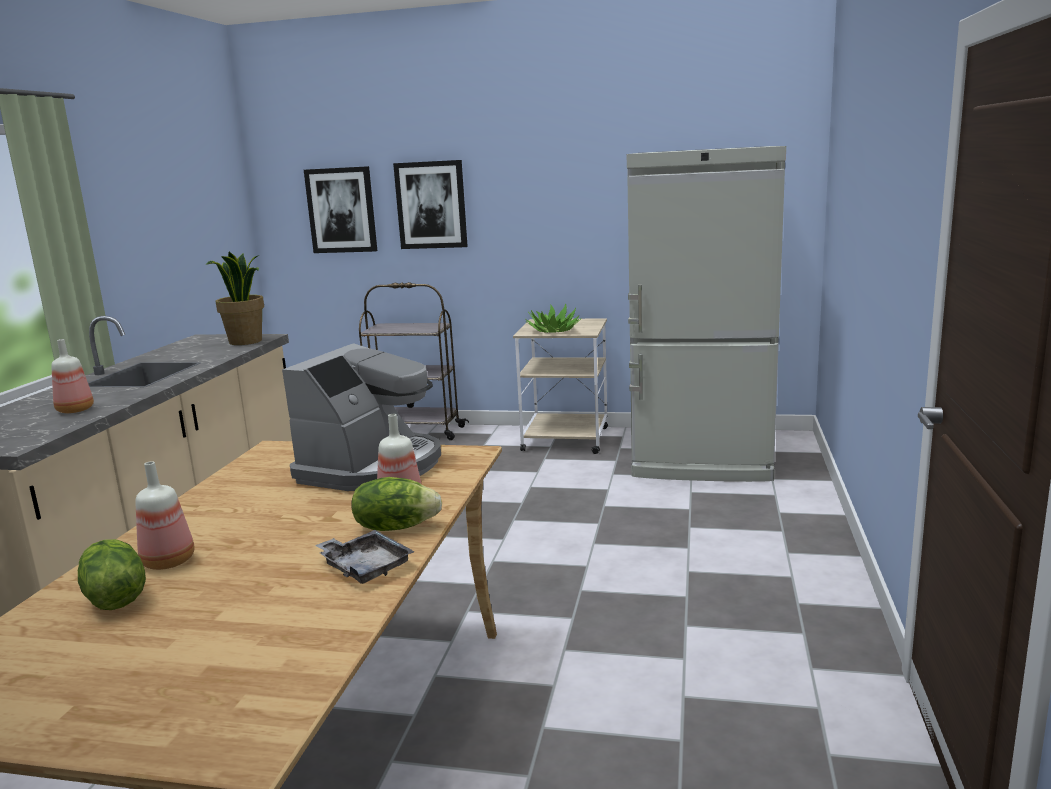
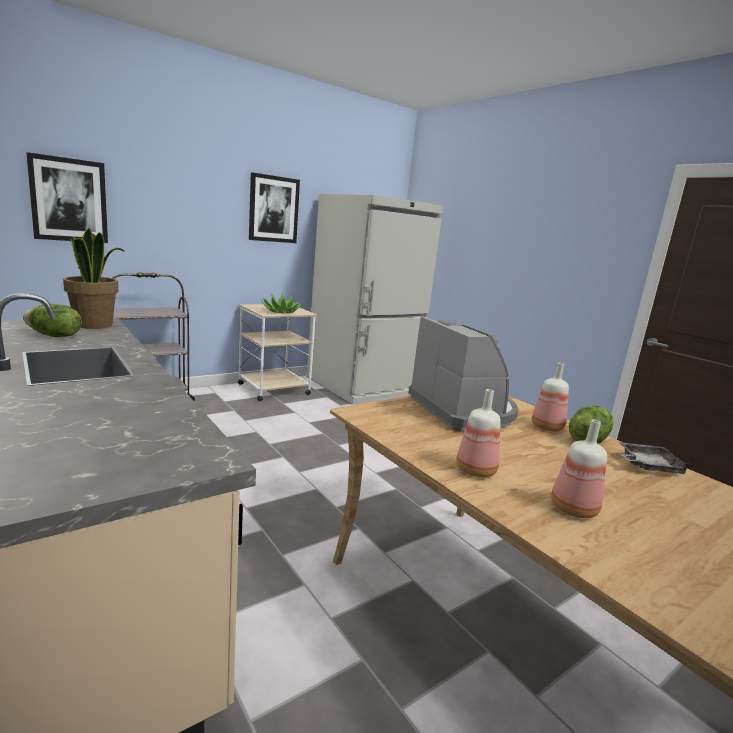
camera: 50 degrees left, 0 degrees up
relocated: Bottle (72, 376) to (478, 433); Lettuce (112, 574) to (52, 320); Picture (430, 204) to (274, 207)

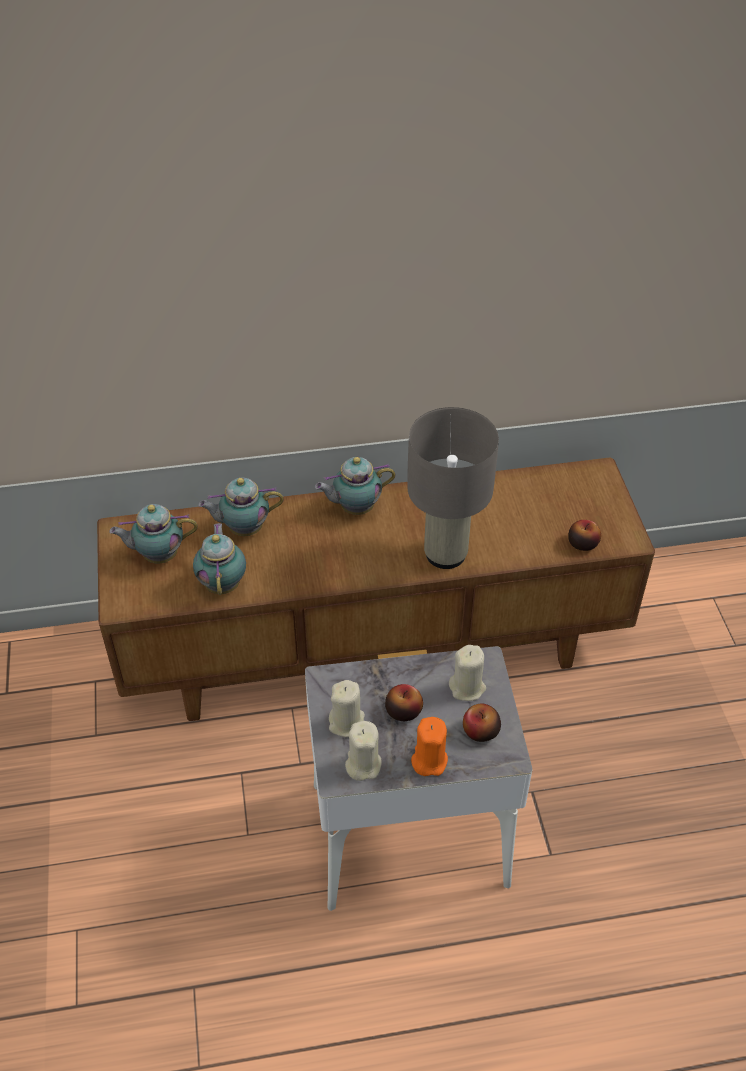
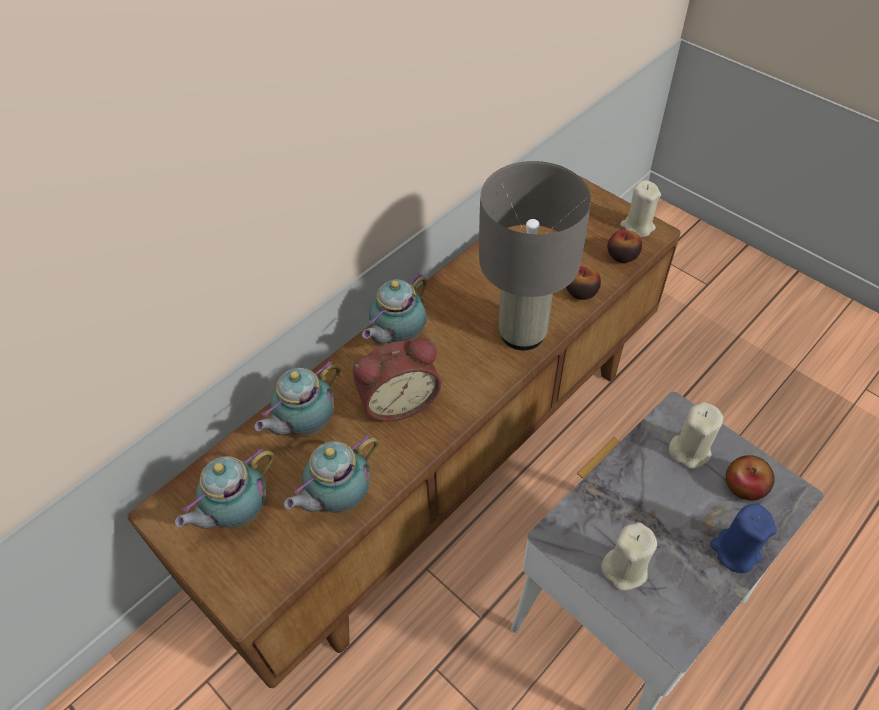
camera: 35 degrees left, 5 degrees up
appeared: AlarmClock (397, 380)
relocated: BeigeCandle (363, 751) to (640, 208); Apple (404, 702) to (583, 282)
colour: OrangeCandle (429, 746) to BlueCandle (743, 538)
spun: Teapot (219, 559) = (331, 473) 90 degrees counterclockwise

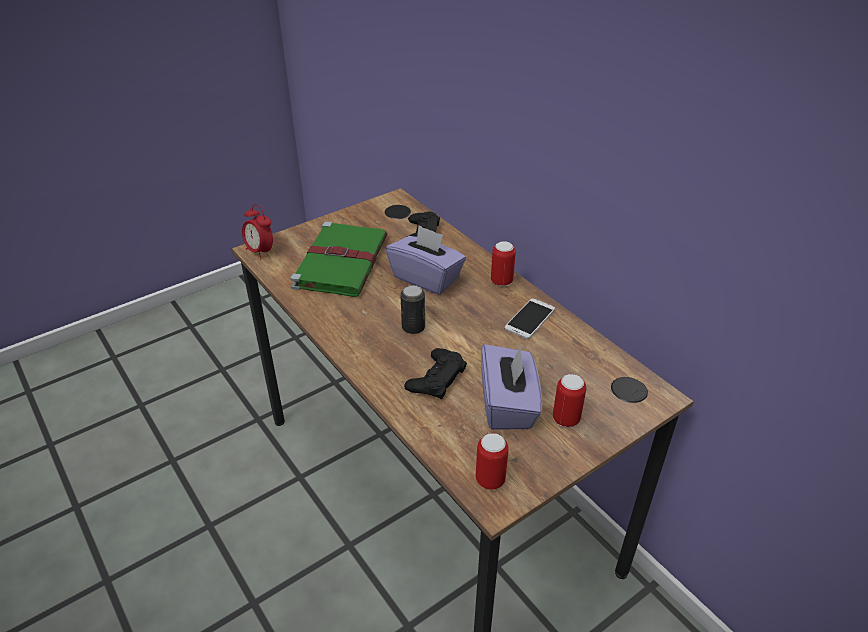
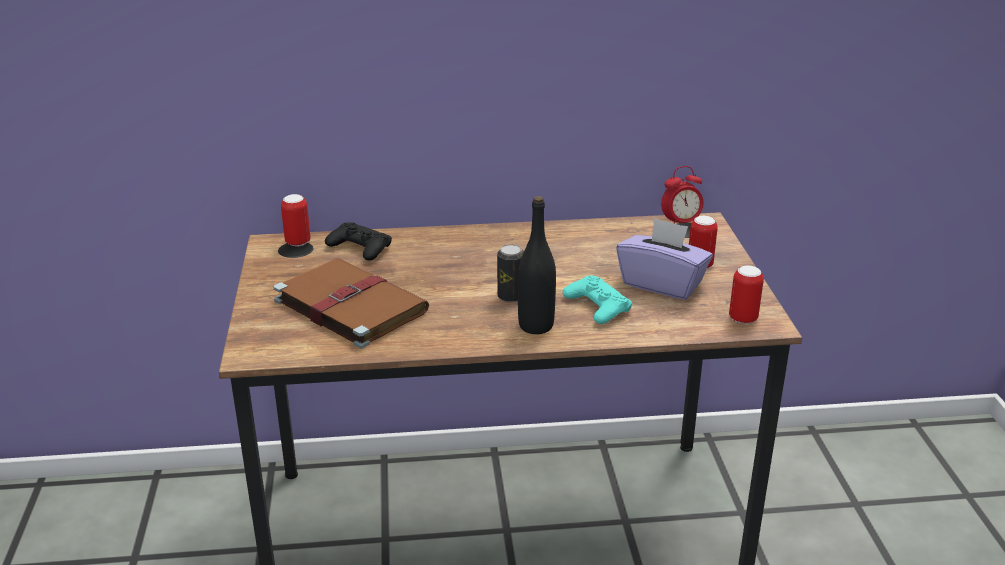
camera: 60 degrees left, 10 degrees down
missing: PurpleTissueBox (426, 260); Phone (529, 318)
appeared: BlackBottle (537, 265)
relocated: AlarmClock (257, 232) to (682, 195); Can (503, 263) to (296, 220)
colour: GreenBook (338, 259) to BrownBook (351, 303); BlackGameController (435, 373) to TurquoiseGameController (597, 299)

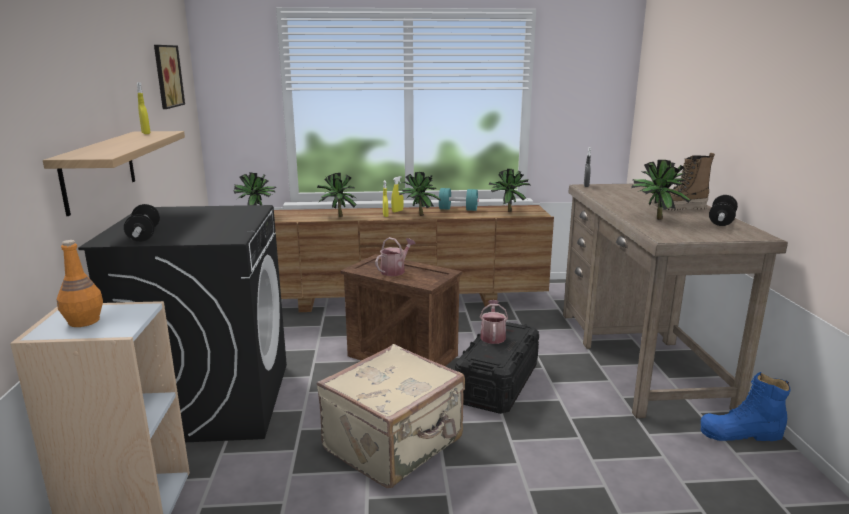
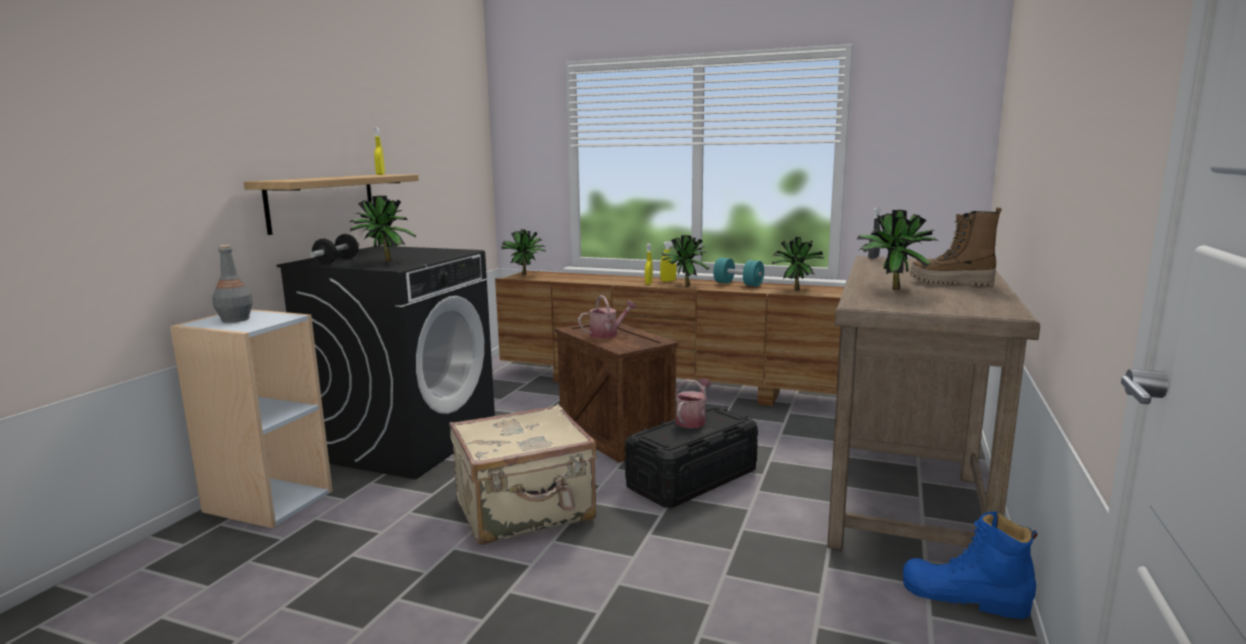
camera: 25 degrees right, 5 degrees down
missing: Picture (169, 77); Dumbbell (723, 210)
relocated: PottedPlant (337, 195) to (383, 229)
colour: OrangeBottle (80, 283) to GreyBottle (232, 284)

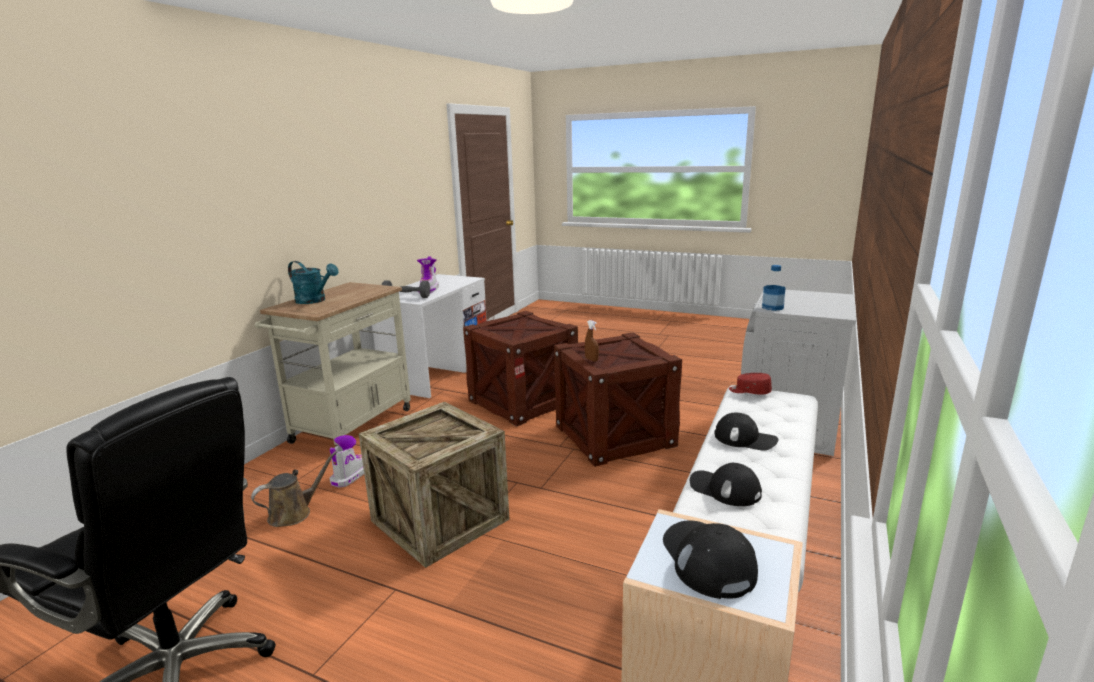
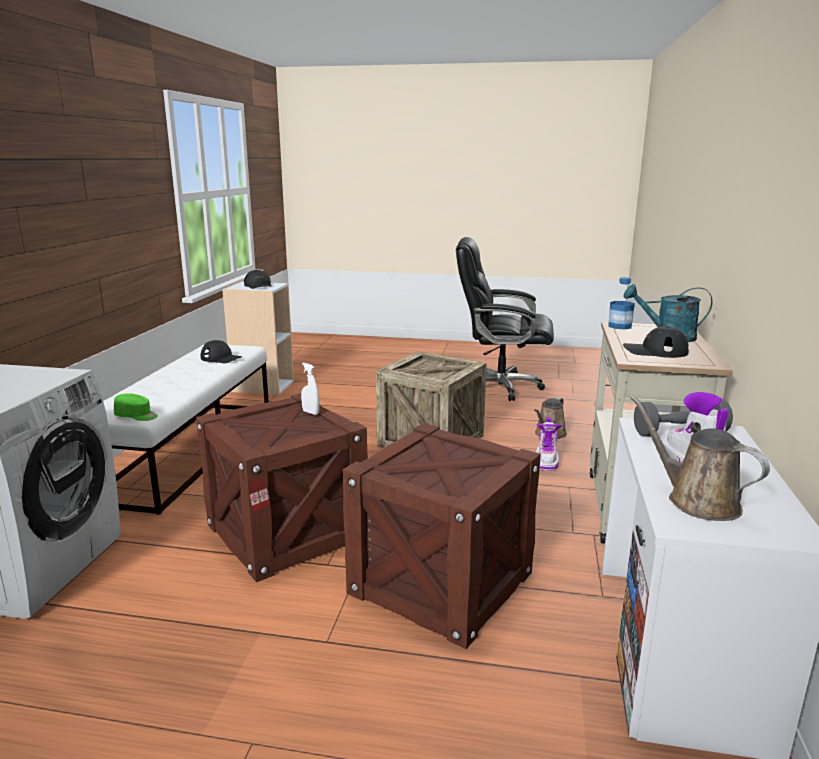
camera: 165 degrees right, 0 degrees up
appeared: BrownWateringCan (700, 458)
relocated: BlackCap (746, 432) to (656, 342); Bottle (773, 288) to (621, 303)
colour: BrownSprayBottle (592, 341) to WhiteSprayBottle (310, 389); RedCap (750, 384) to GreenCap (136, 407)

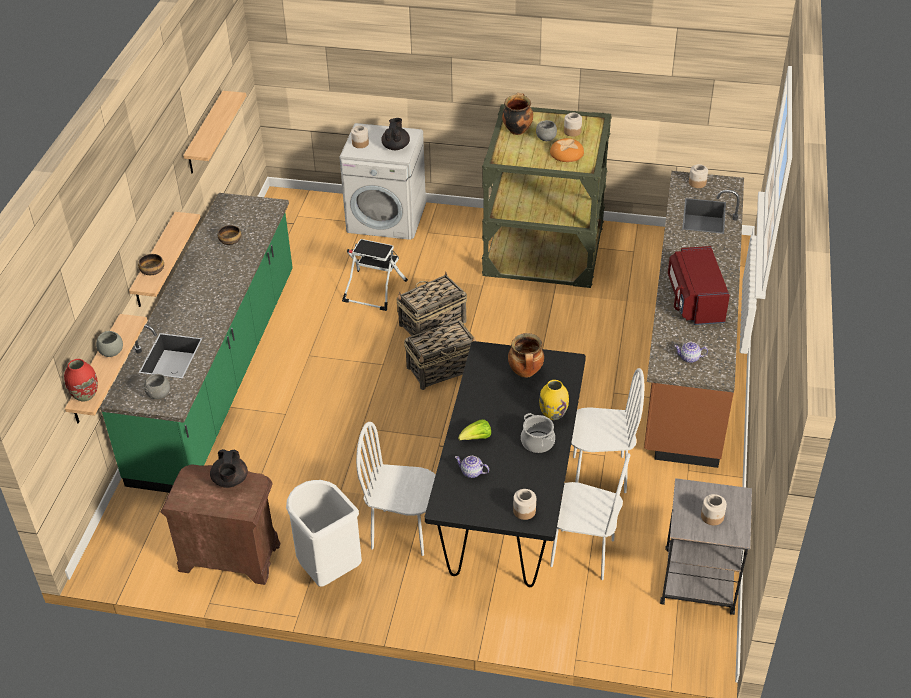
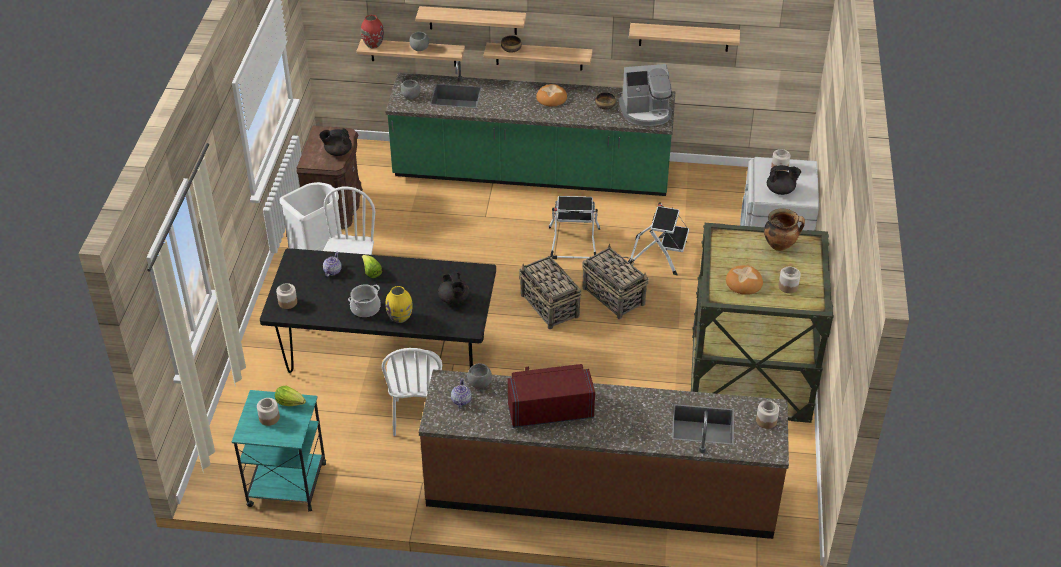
camera: 85 degrees right, 0 degrees up
missing: WhiteChair (590, 516)
appeared: Lettuce (290, 395); Shelf (470, 20); Bread (551, 95); StepLadder (574, 227); CoffeeMachine (645, 95)
relocated: GreyBowl (546, 130) to (479, 375)
exchanged: CookingPot (526, 355) to BlackTeapot (454, 288)
colour: GreyCart (706, 546) to TurquoiseCart (279, 451)

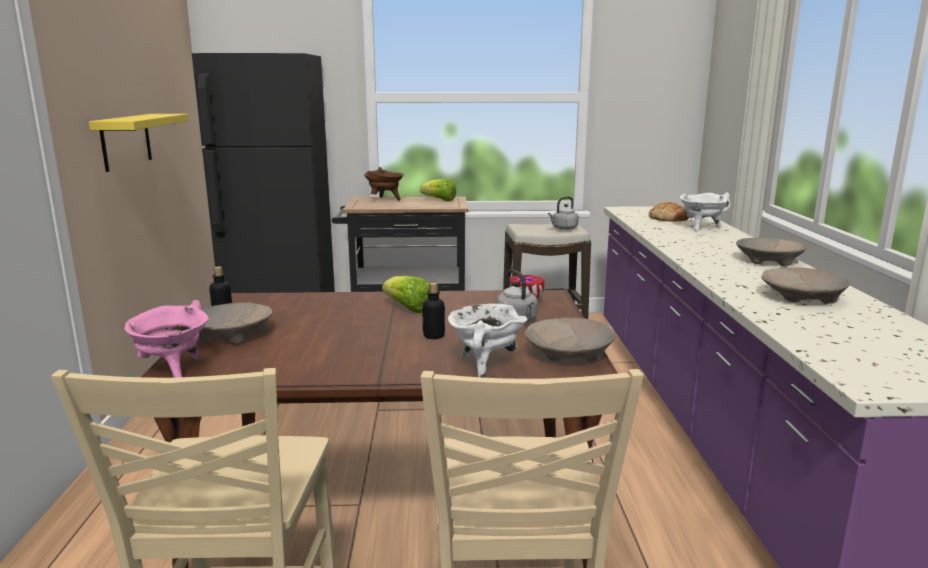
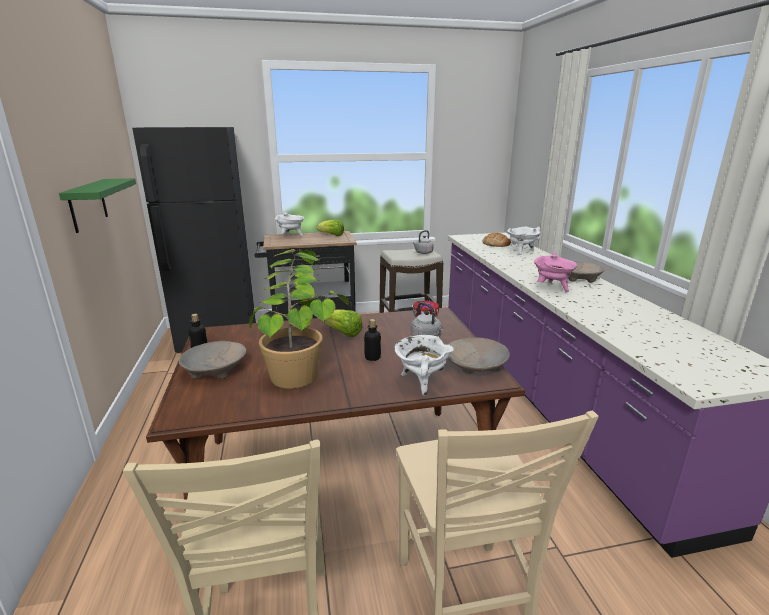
camera: 10 degrees left, 5 degrees up
missing: BeigeBowl (806, 285)
appeared: PottedPlant (299, 319)
relocated: PinkCookingPot (167, 339) to (555, 272)
colour: YellowShelf (139, 143) to GreenShelf (97, 205); BrownCookingPot (384, 183) to WhiteCookingPot (290, 224)

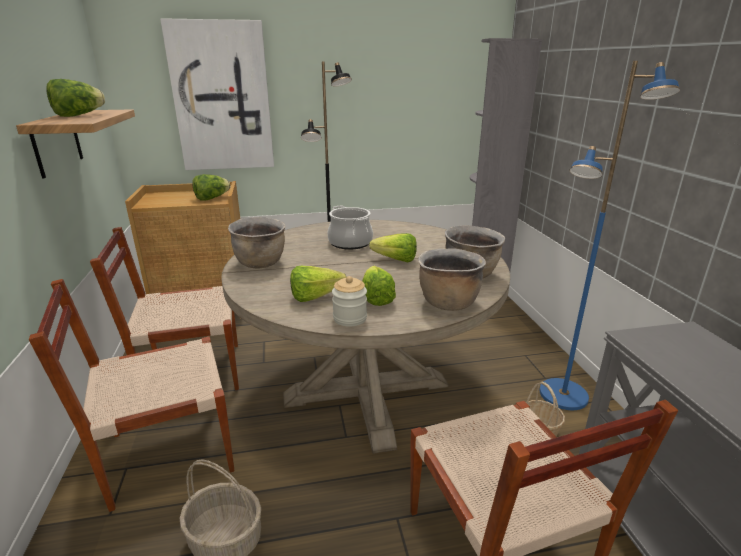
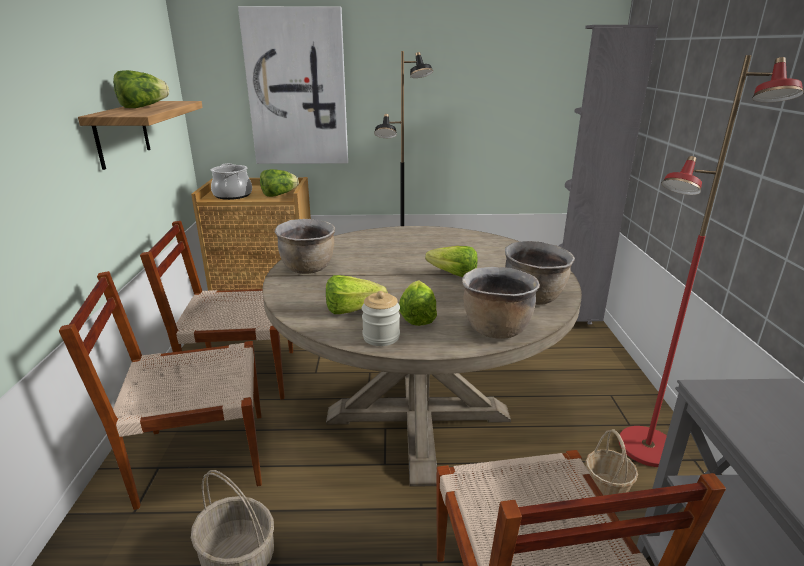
camera: 10 degrees right, 0 degrees up
relocated: CookingPot (350, 228) to (231, 181)
colour: BlueFloorLamp (610, 235) to RedFloorLamp (711, 261)

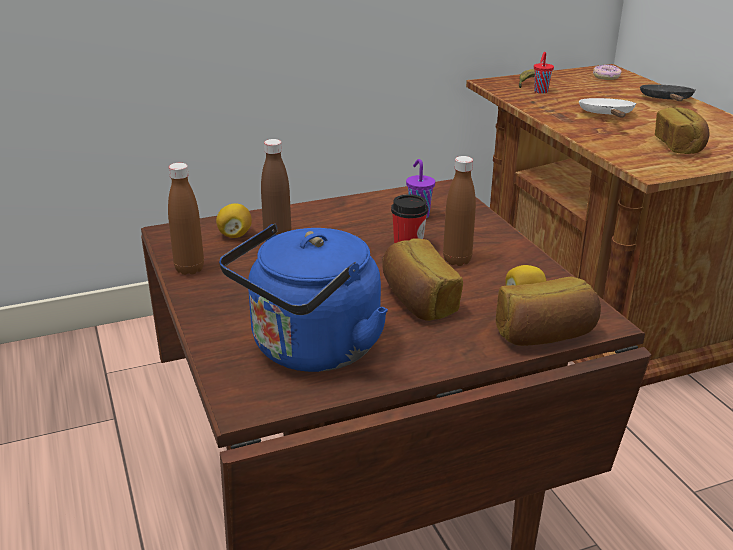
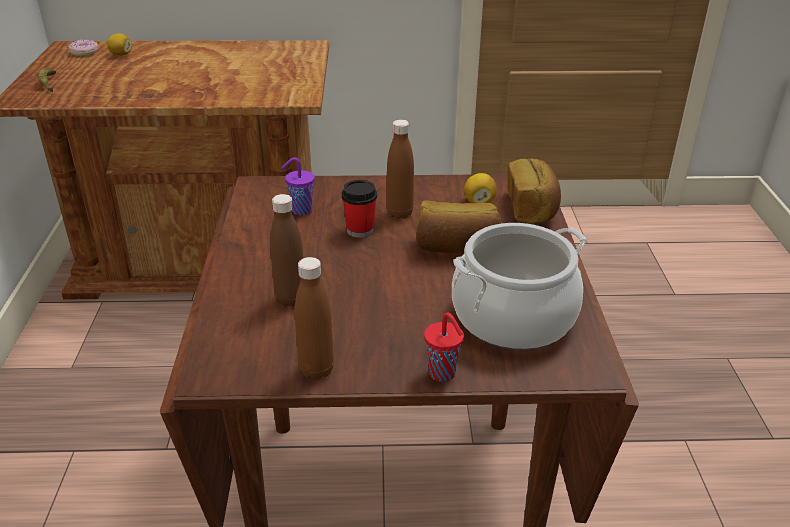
camera: 70 degrees left, 5 degrees up
missing: WhiteFryingPan (607, 108); BlackFryingPan (668, 92); Bread (682, 130)
relocated: Lemon (234, 220) to (119, 44); RedCup (544, 73) to (444, 347)
exchanged: BlueKettle (303, 298) to CookingPot (519, 286)

